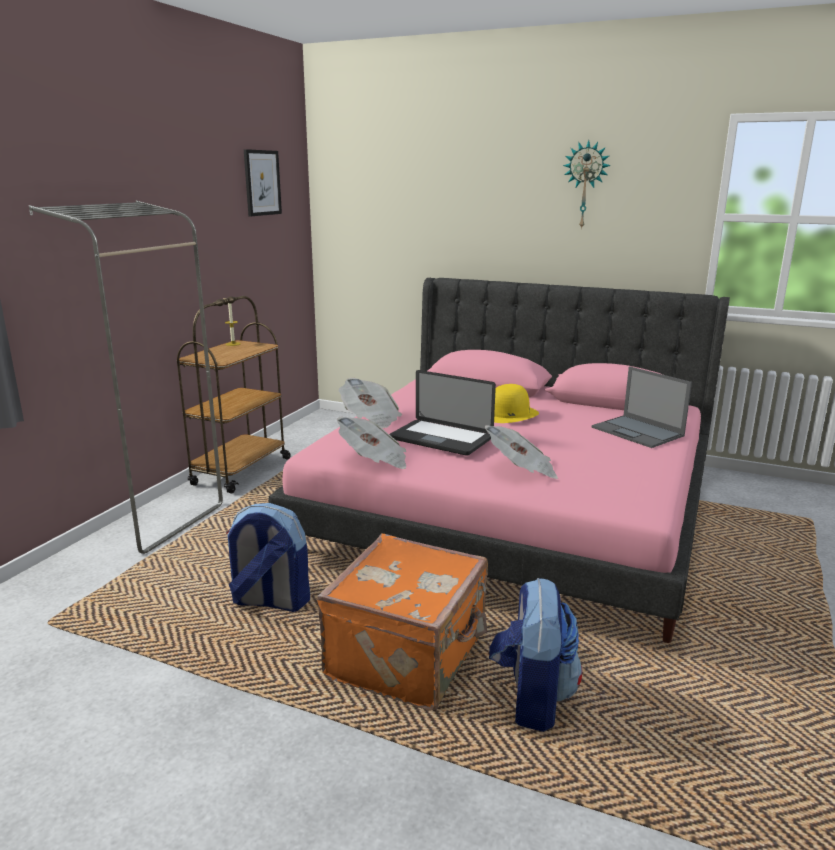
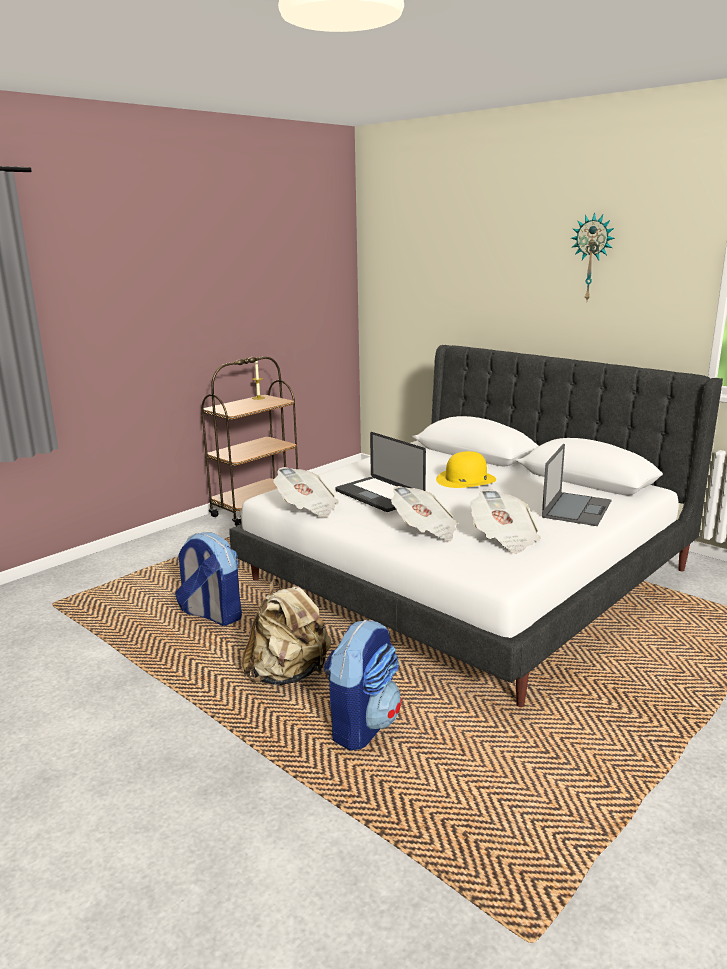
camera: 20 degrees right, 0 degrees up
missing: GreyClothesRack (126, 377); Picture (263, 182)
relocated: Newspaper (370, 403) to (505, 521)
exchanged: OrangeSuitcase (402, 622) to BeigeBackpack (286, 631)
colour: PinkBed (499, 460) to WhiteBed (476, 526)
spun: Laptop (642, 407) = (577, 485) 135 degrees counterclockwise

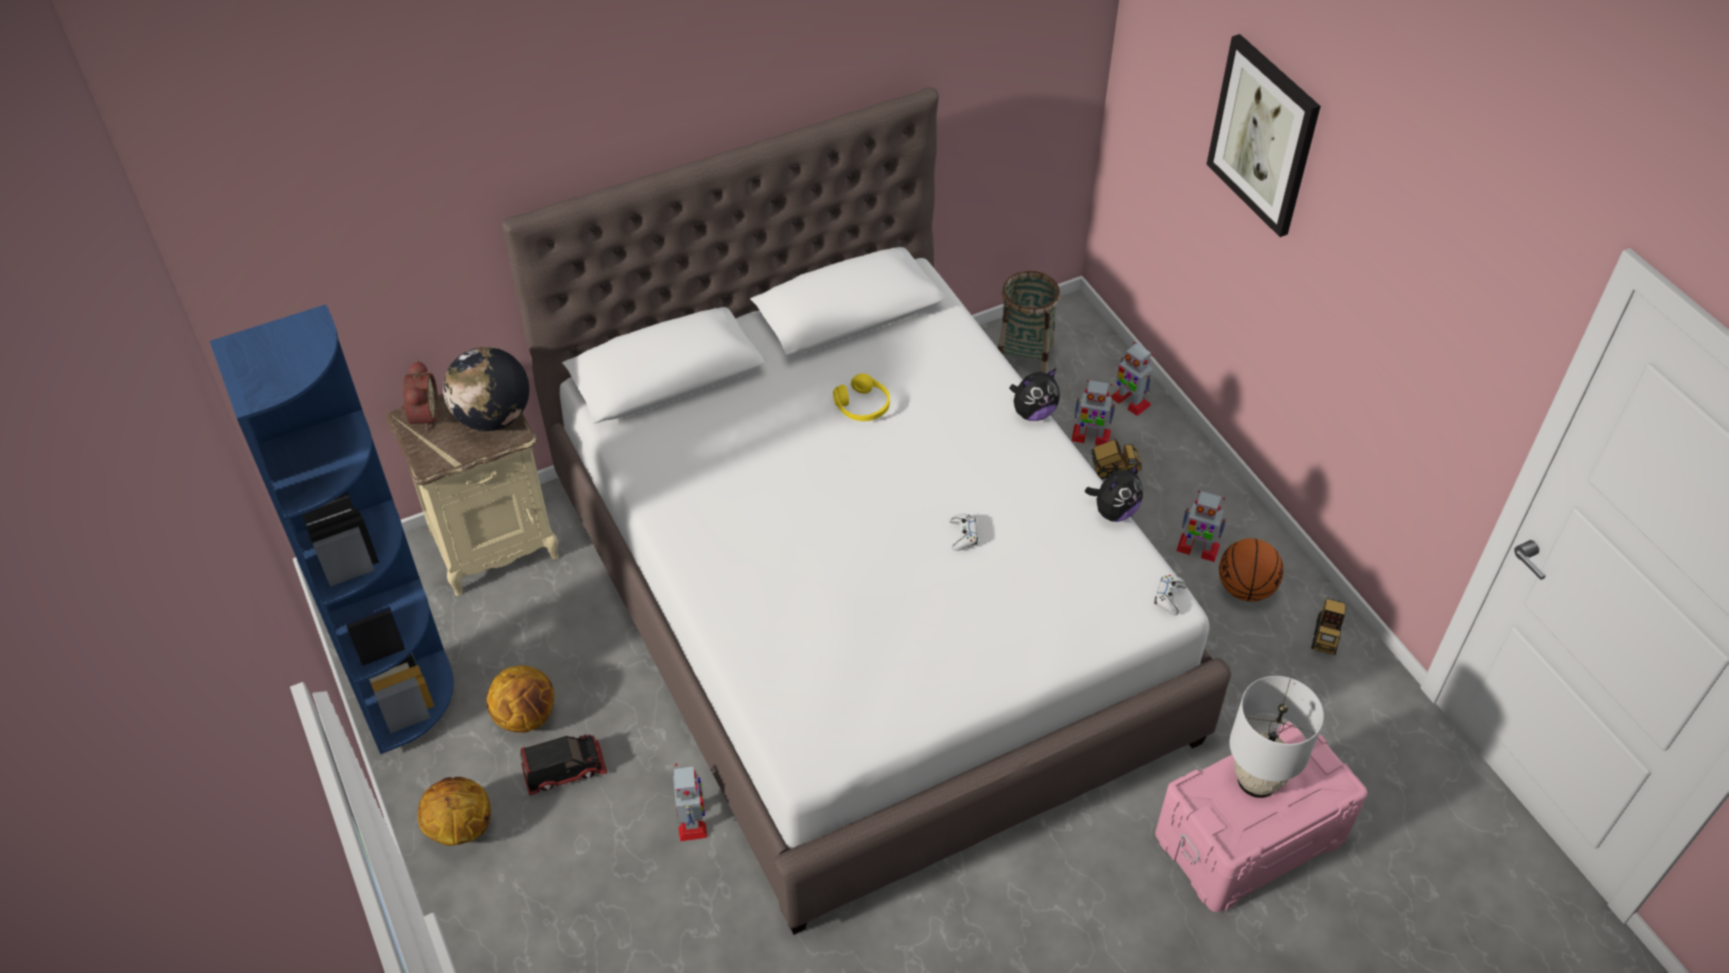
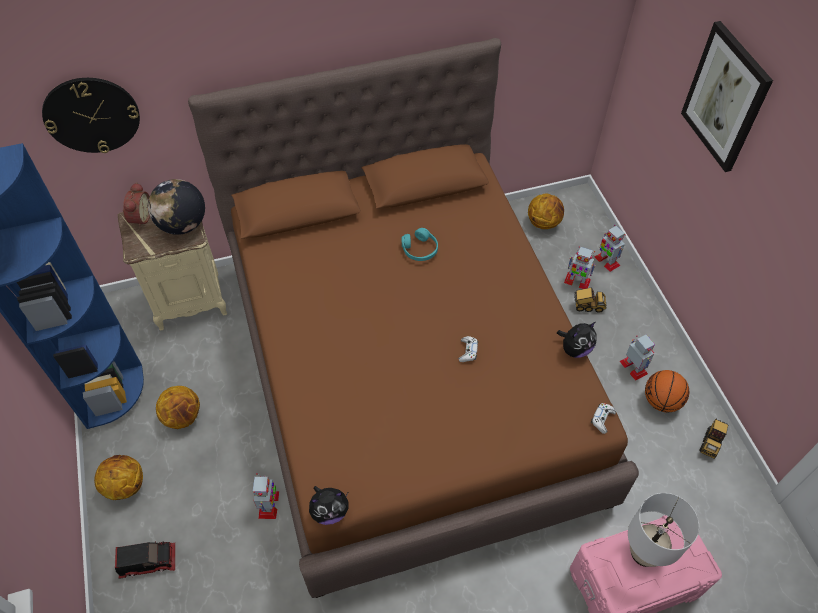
camera: 10 degrees right, 5 degrees up
appeared: WallClock (91, 115)
relocated: ToyTruck (564, 765) to (145, 560); PlushToy (1034, 394) to (329, 505)
exchanged: Basket (1029, 322) to Basketball (546, 211)
colour: WhiteBed (866, 511) to BrownBed (413, 318); YellowHeadphones (861, 397) to TurquoiseHeadphones (420, 244)
spun: ToyRobot (1201, 526) = (637, 358) 150 degrees counterclockwise

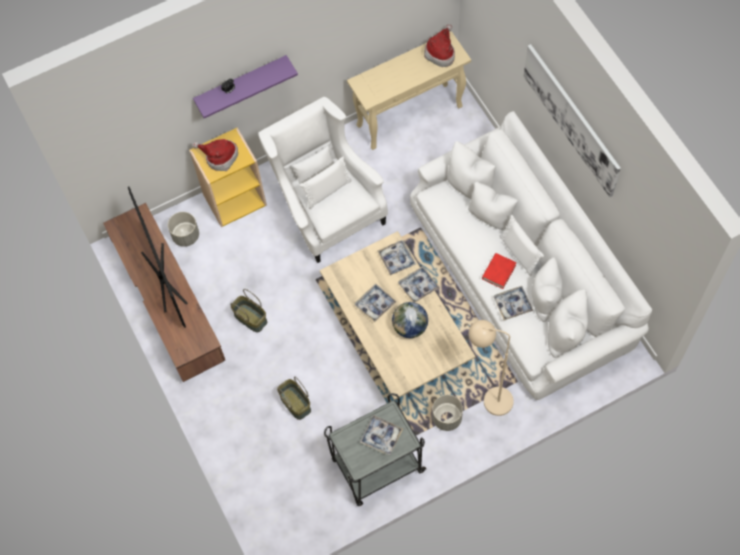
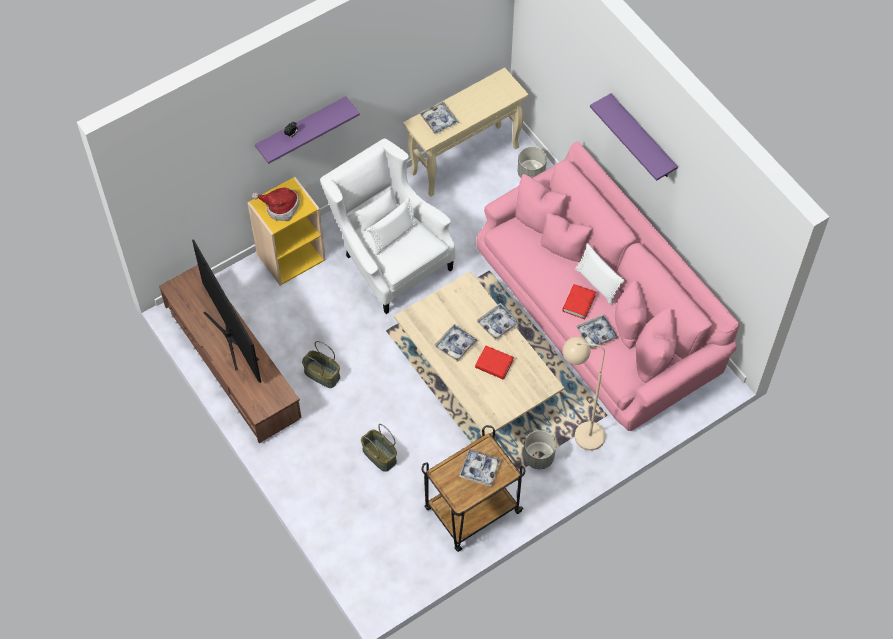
camera: 10 degrees left, 5 degrees down
missing: Hat (439, 45)
relocated: GreyPlanter (183, 229) to (532, 162); Tray (397, 258) to (439, 118)
exchanged: Globe (410, 320) to RedBook (494, 363); Picture (572, 120) to PurpleShelf (634, 137)
colour: GreyCart (375, 449) to BrownCart (473, 488); WhiteSofa (531, 255) to PinkSofa (607, 286)

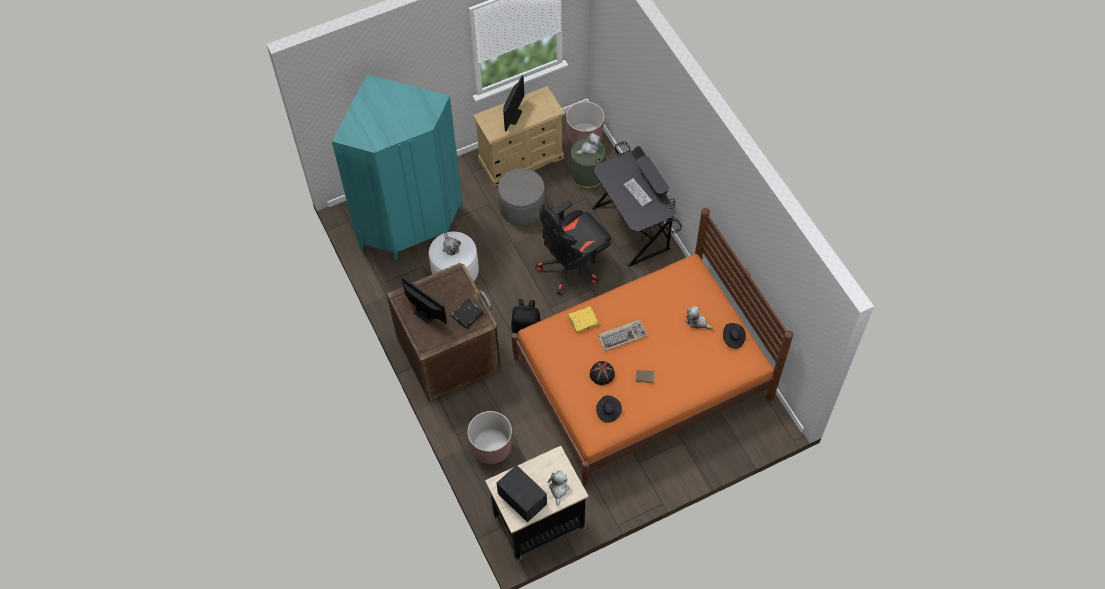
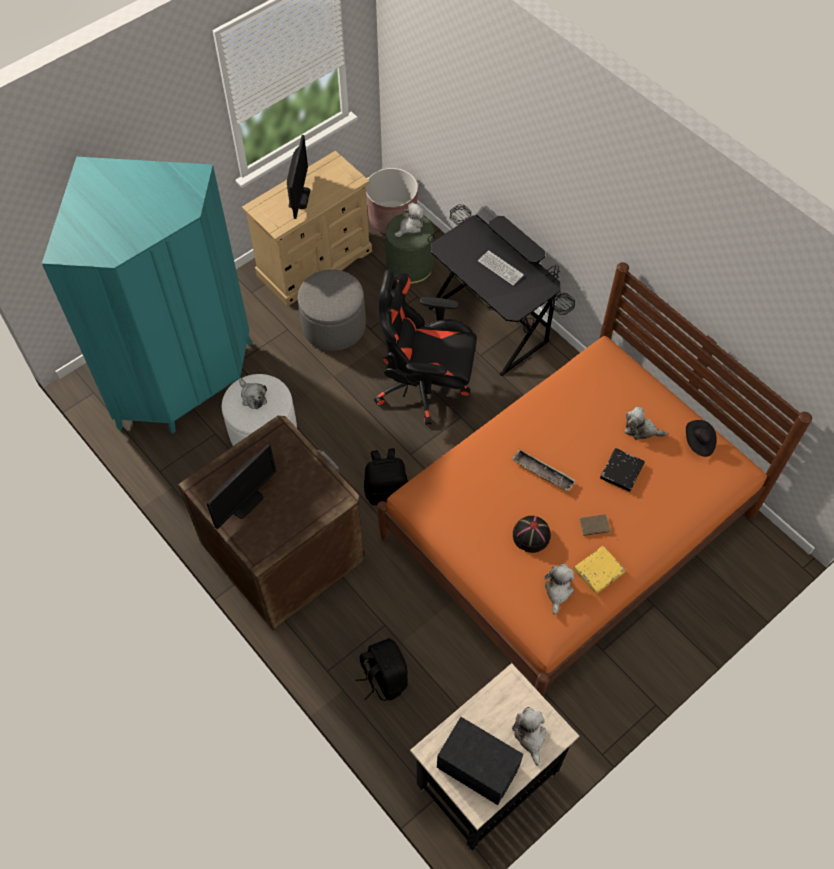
camera: 15 degrees left, 0 degrees up
relocated: BlackBook (467, 314) to (622, 470); YellowBook (583, 319) to (600, 570)
exchanged: BrownPlanter (490, 437) to BlackBackpack (381, 669); BlackHat (609, 409) to PlushToy (559, 589); Keyboard (623, 335) to Tray (544, 470)
spun: Monitor (424, 300) = (241, 486) 105 degrees clockwise; BlackOfficeChair (573, 248) = (425, 347) 60 degrees clockwise

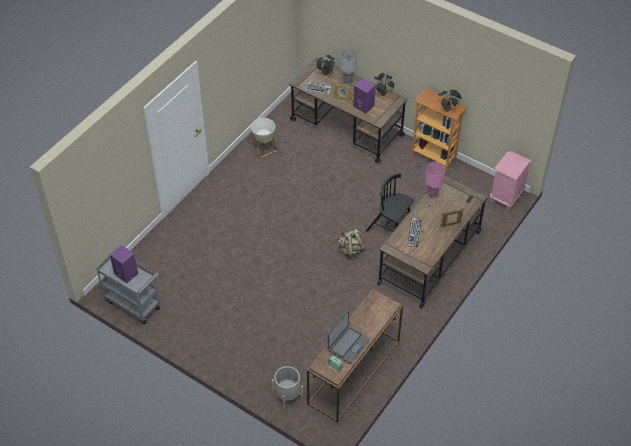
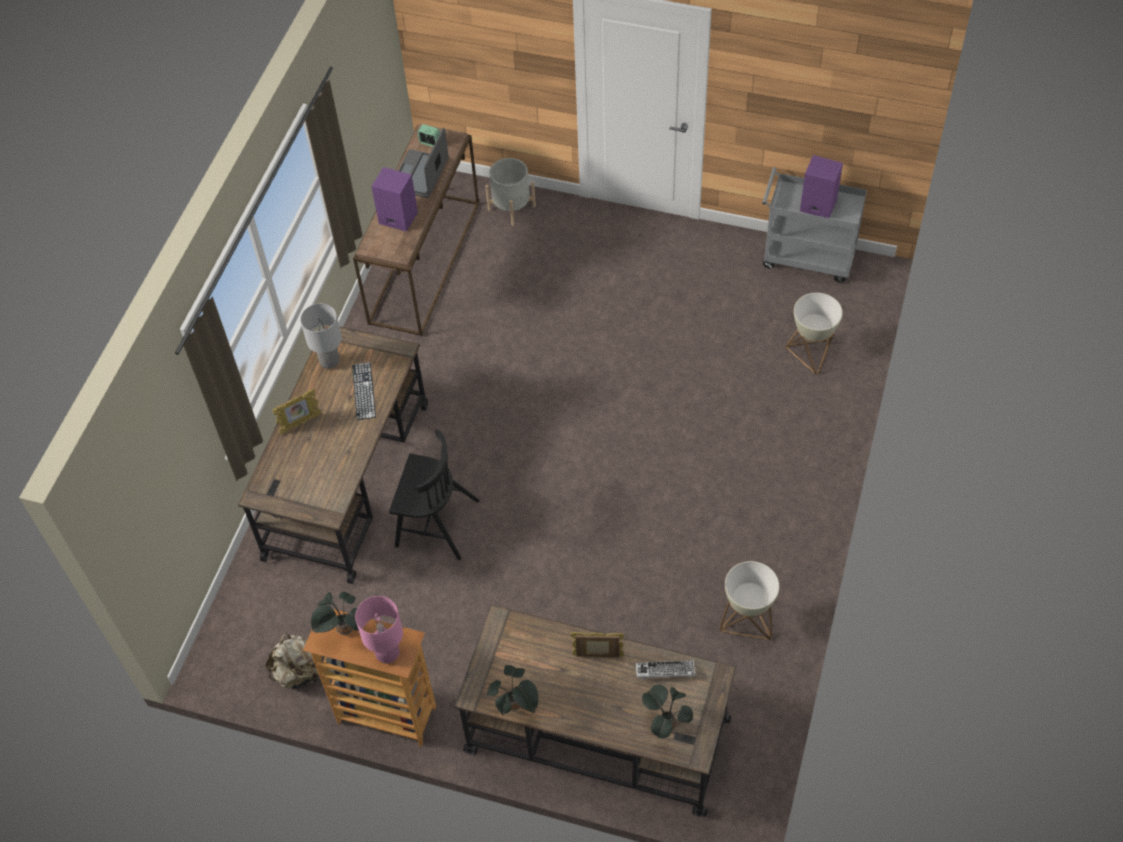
camera: 165 degrees right, 5 degrees up
missing: PinkNightstand (510, 180)
appeared: Planter (814, 333)
relocated: BeigeBackpack (352, 244) to (292, 660); GreyTableLamp (348, 66) to (321, 336); PurpleSpeaker (364, 96) to (394, 199); PinkTableLamp (435, 180) to (379, 630)

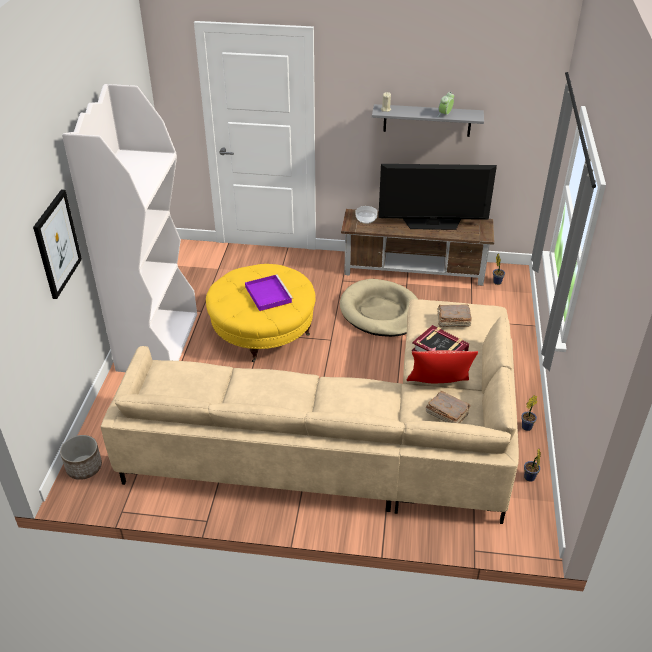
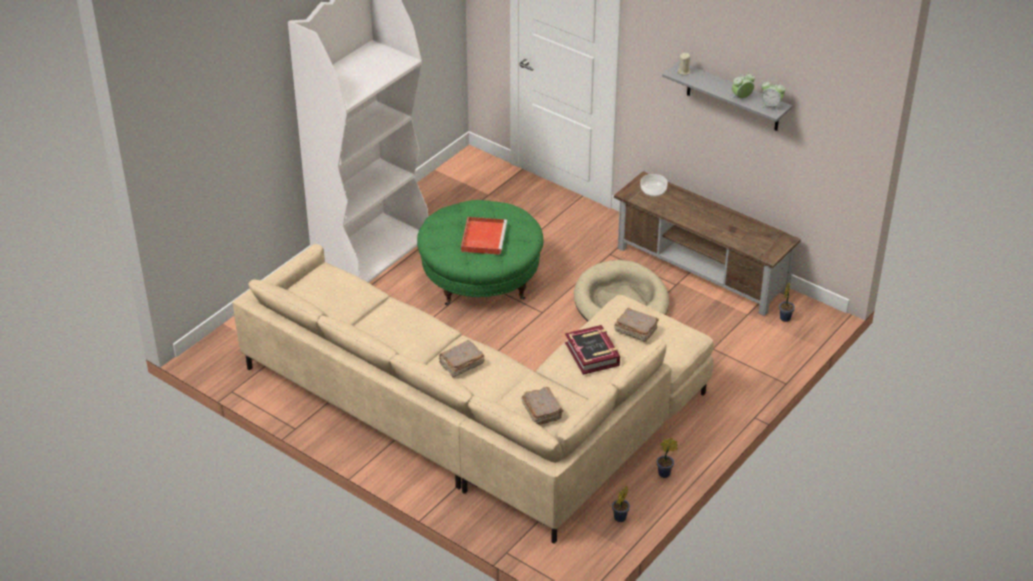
camera: 30 degrees right, 0 degrees up
missing: Picture (57, 244); Planter (81, 457); Television (437, 197); Pillow (442, 366)
appeared: BrownBook (461, 359); AlarmClock (773, 96)
colour: YellowOttoman (261, 313) to GreenOttoman (480, 252); PurpleTray (269, 293) to RedTray (484, 236)

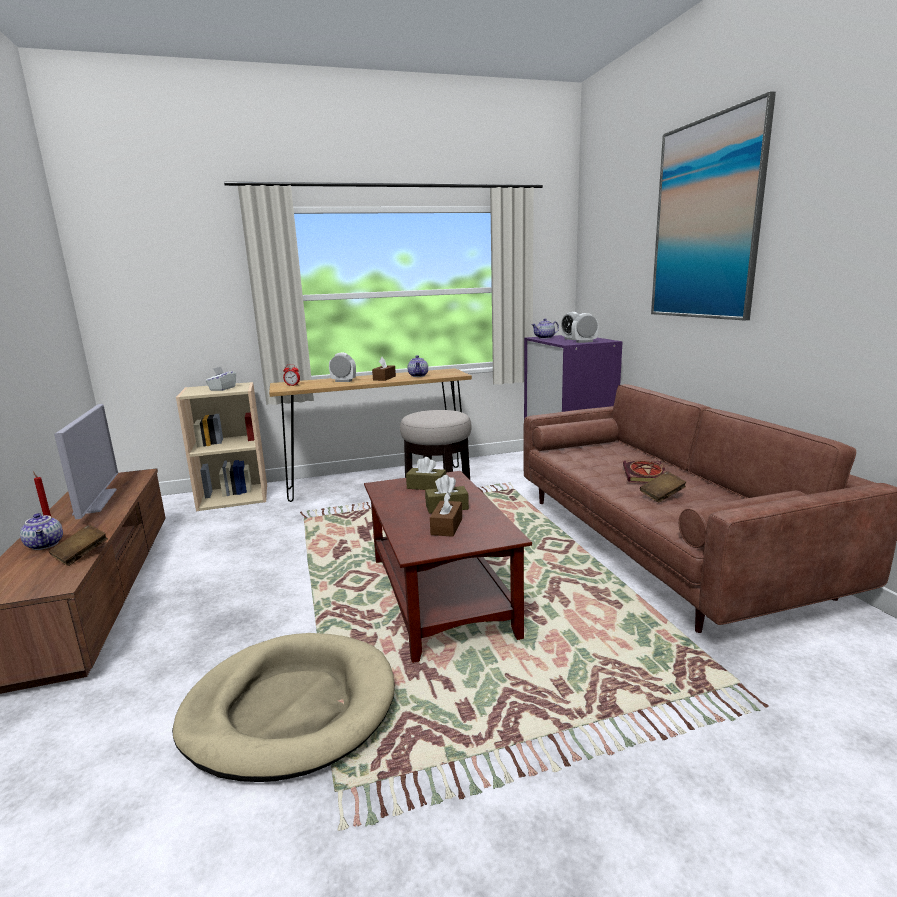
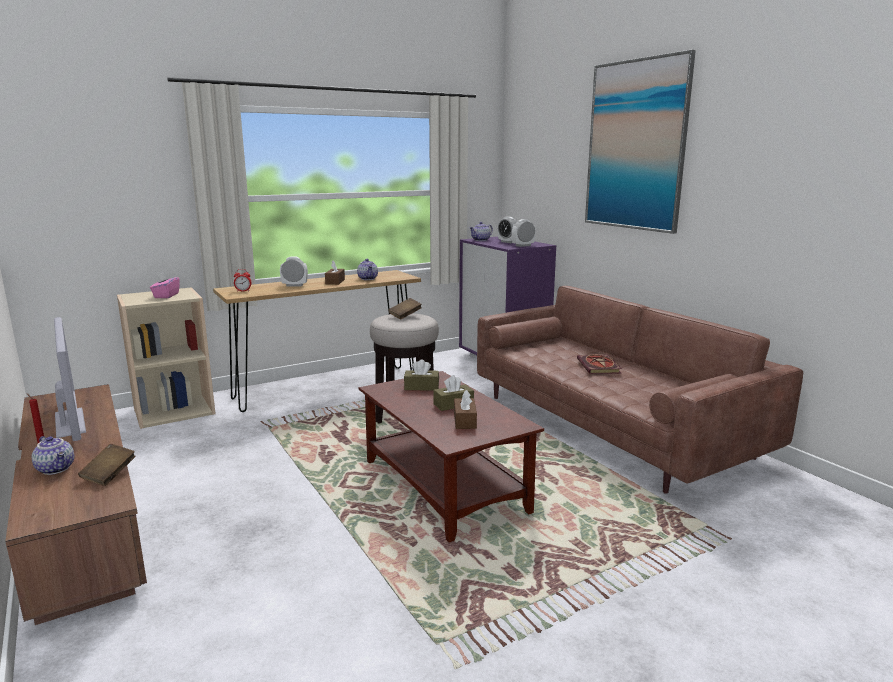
camera: 15 degrees left, 0 degrees up
missing: BeigeDogBed (283, 707)
relocated: BrownBook (663, 486) to (405, 308)
colour: WhiteTissueBox (220, 379) to PinkTissueBox (165, 285)

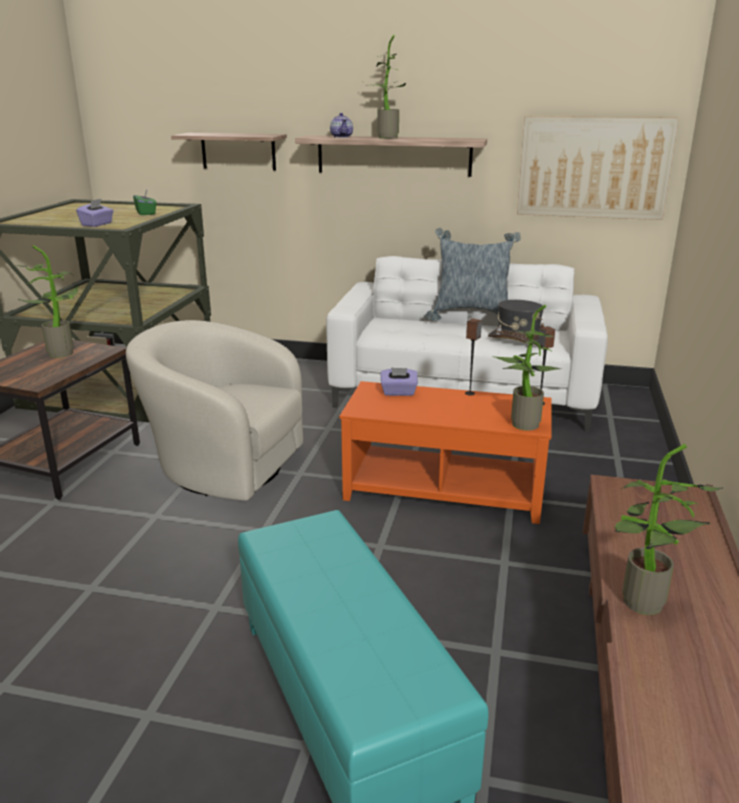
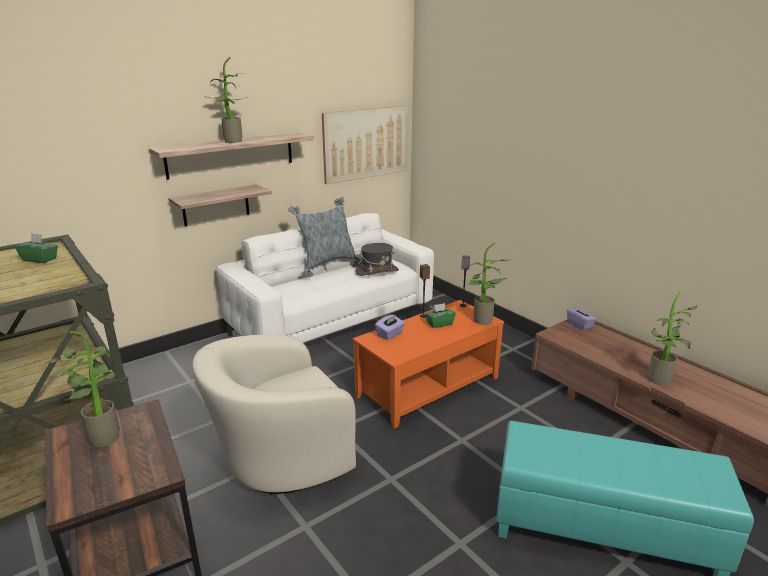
camera: 50 degrees left, 0 degrees up
missing: Teapot (341, 125)
appeared: GreenTissueBox (440, 315)
relocated: PurpleTissueBox (95, 213) to (581, 317); Shelf (229, 152) to (220, 205)

